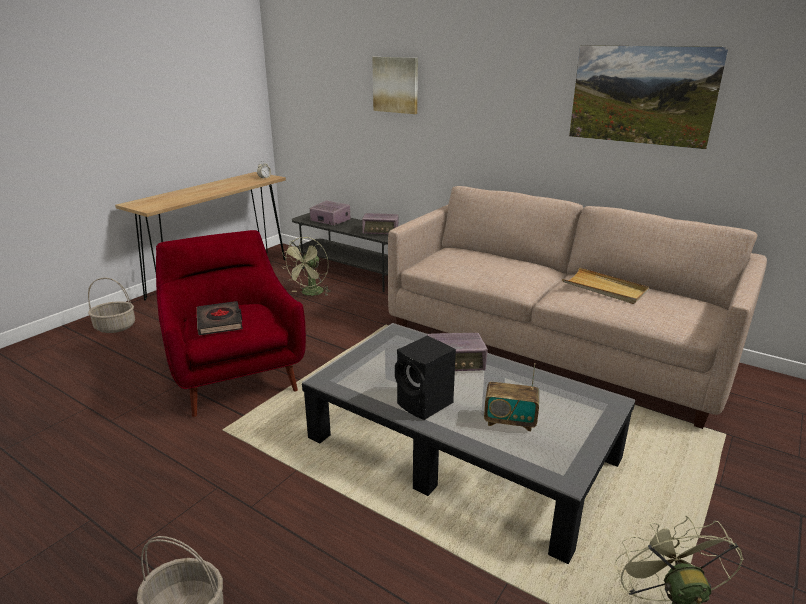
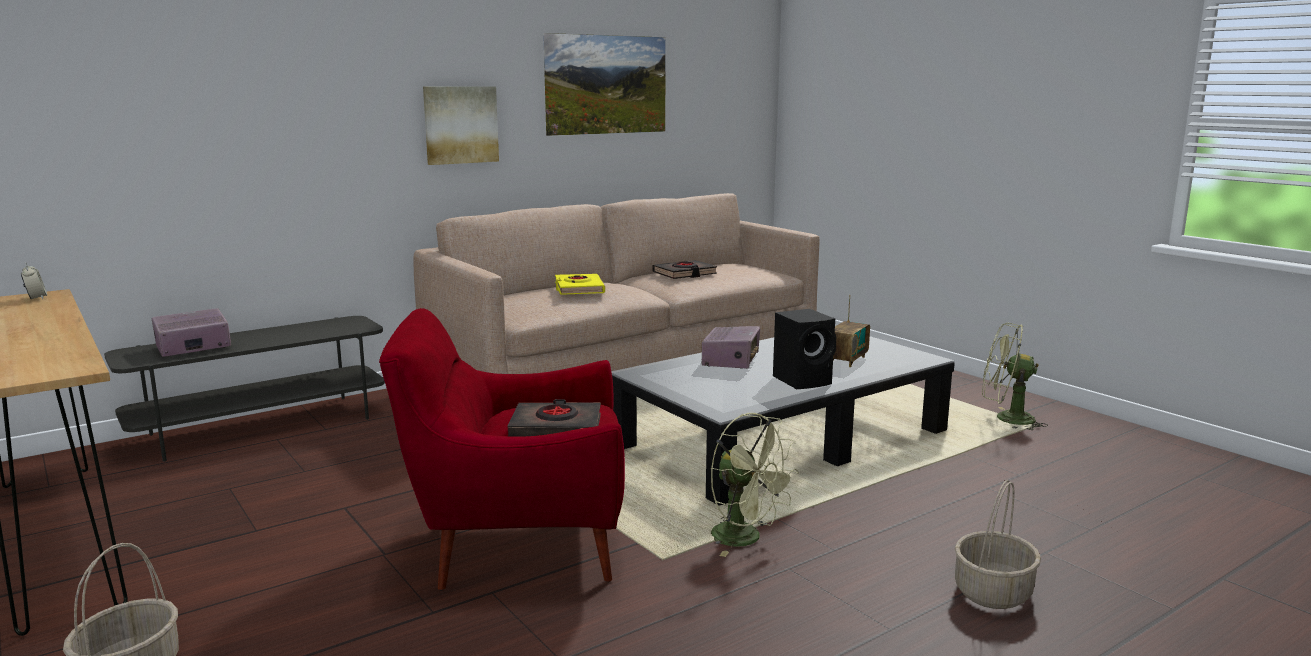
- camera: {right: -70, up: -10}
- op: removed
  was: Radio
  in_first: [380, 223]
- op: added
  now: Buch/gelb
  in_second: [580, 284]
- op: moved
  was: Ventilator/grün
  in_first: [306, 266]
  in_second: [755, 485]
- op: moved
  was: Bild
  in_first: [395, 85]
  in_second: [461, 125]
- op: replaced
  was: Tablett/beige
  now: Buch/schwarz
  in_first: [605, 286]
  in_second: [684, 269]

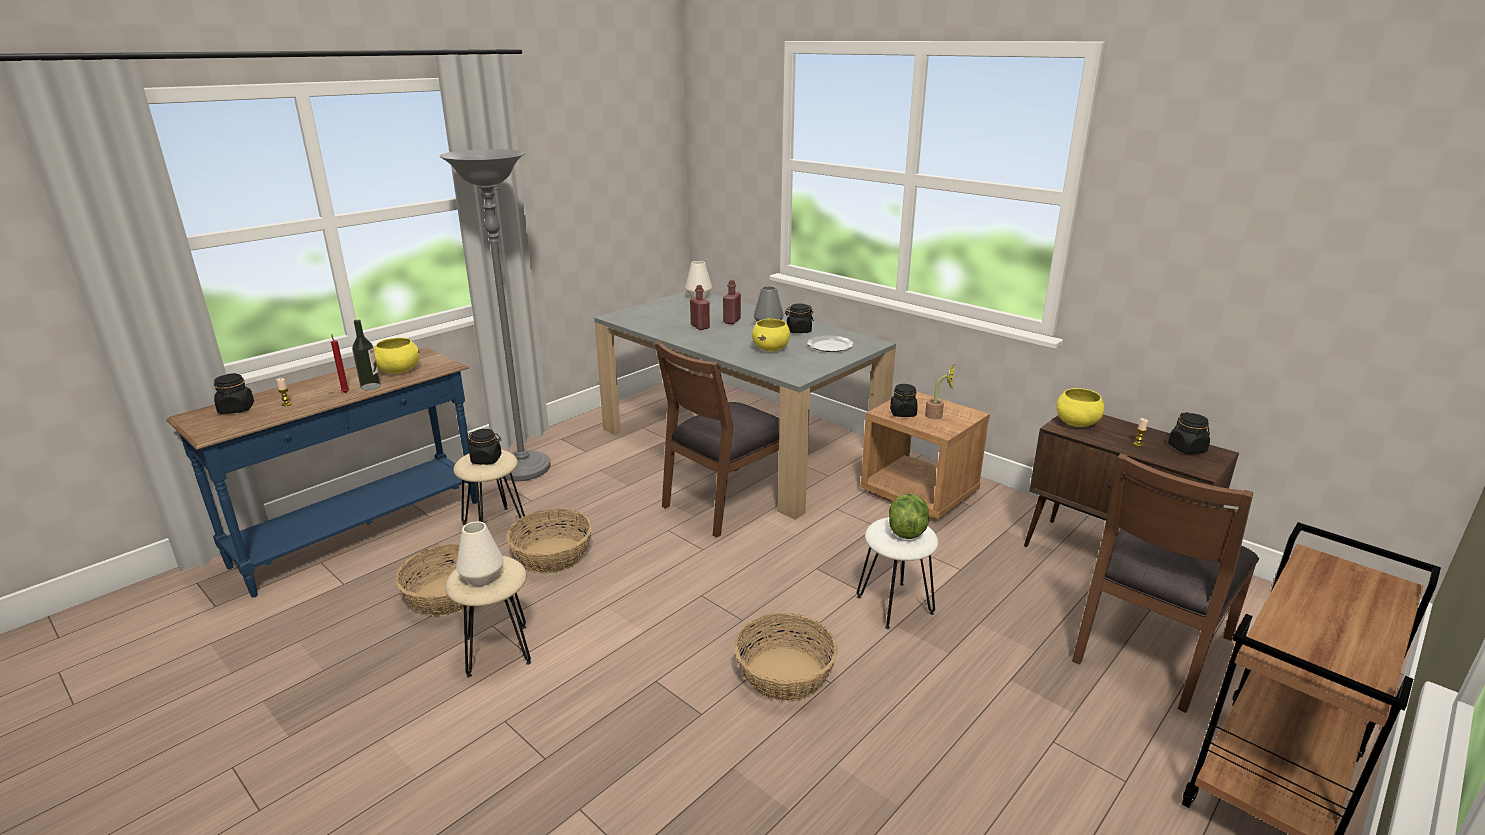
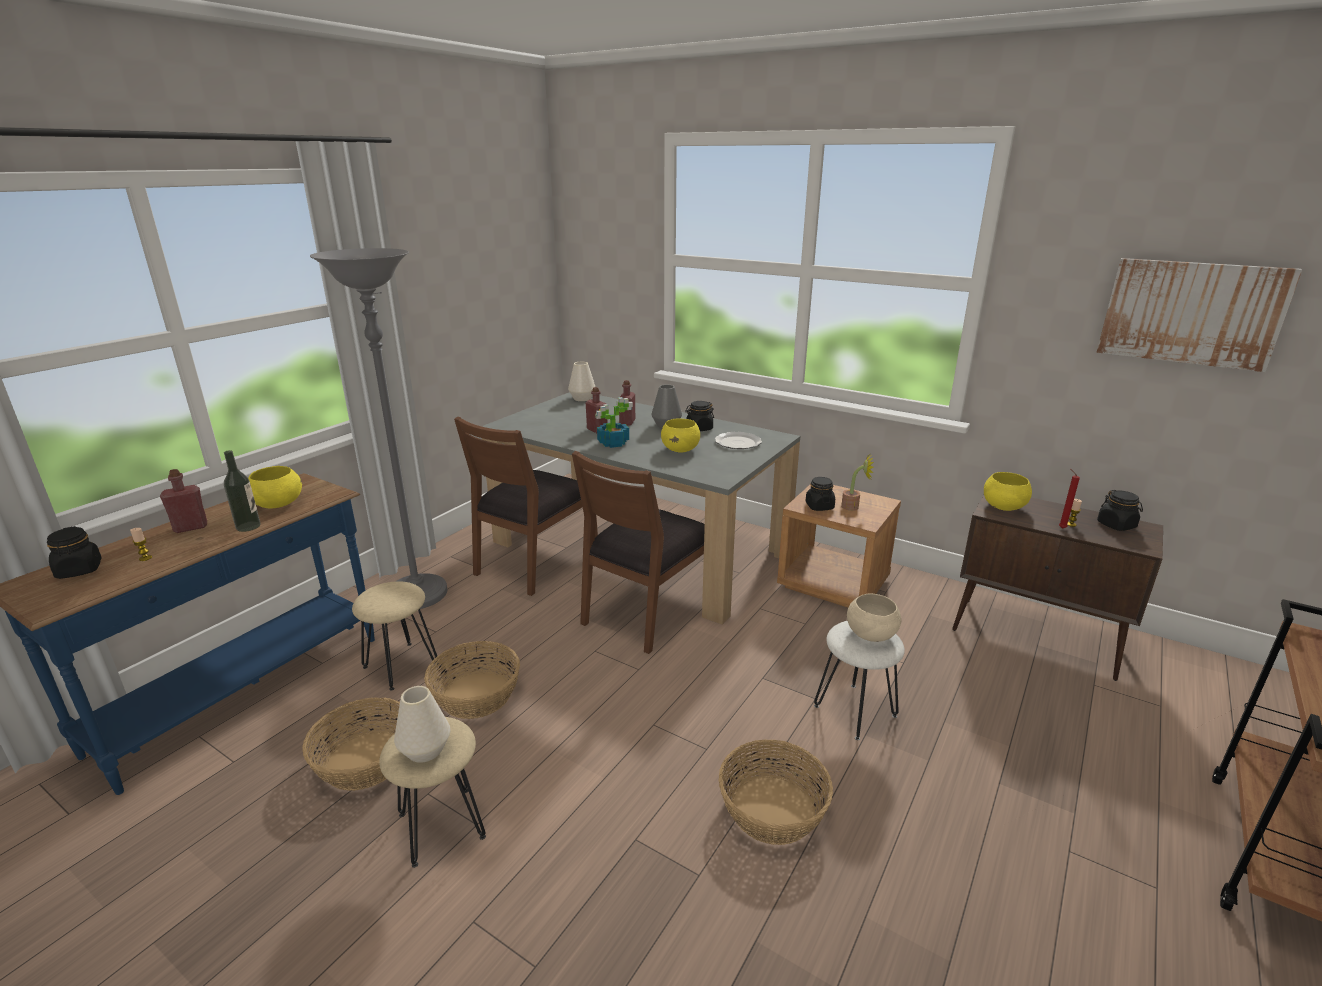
- camera: {right: -10, up: 0}
- op: removed
  was: Vorratsglas/schwarz
  in_first: [484, 446]
- op: added
  now: Flasche/rot
  in_second: [183, 501]
- op: added
  now: Topfpflanze
  in_second: [614, 422]
- op: added
  now: Bild
  in_second: [1199, 315]
- op: moved
  was: Kerze/rot
  in_first: [340, 363]
  in_second: [1069, 499]
- op: moved
  was: Stuhl/braun
  in_first: [1165, 583]
  in_second: [526, 506]
- op: replaced
  was: Salatkopf
  now: Schüssel/beige
  in_first: [909, 516]
  in_second: [874, 617]

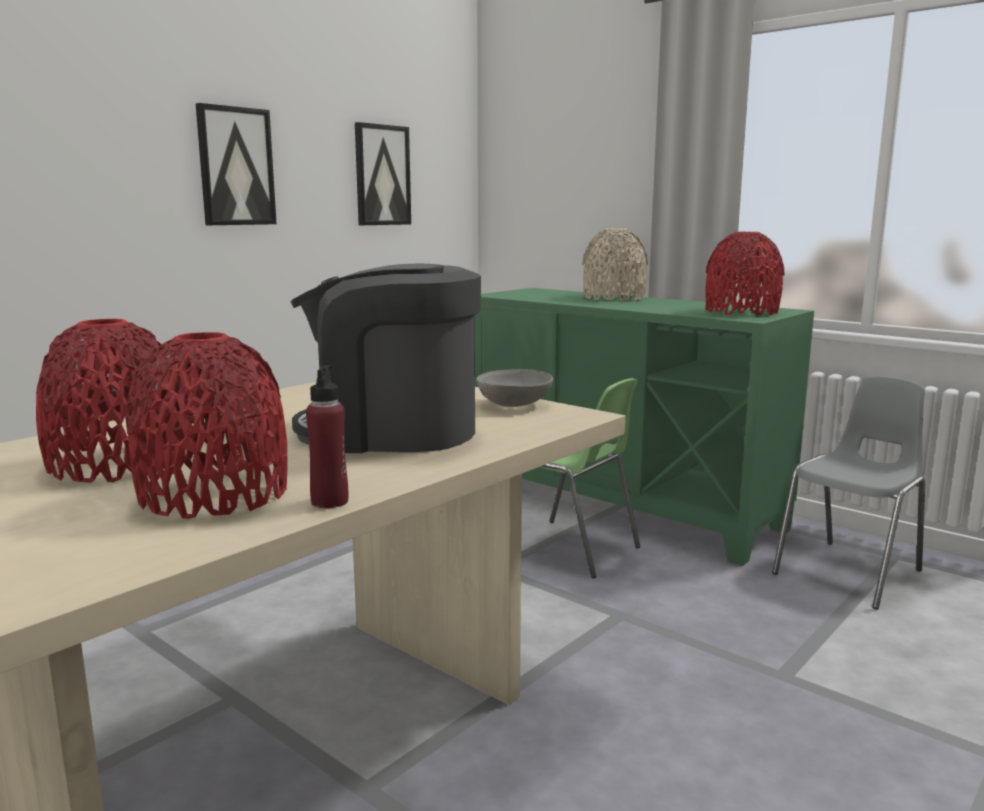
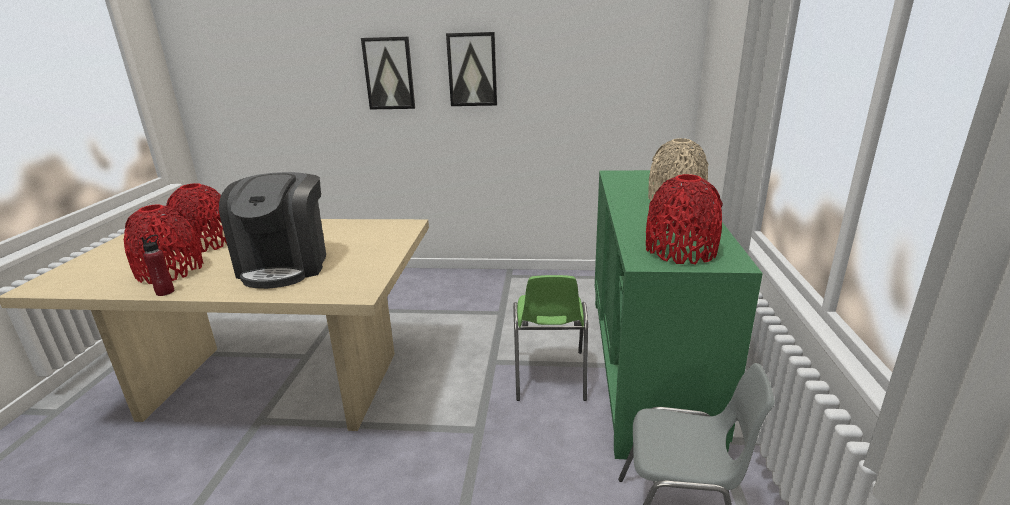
- camera: {right: 55, up: 10}
- op: removed
  was: Schüssel/grau
  in_first: [514, 388]
- op: moved
  was: Bild
  in_first: [383, 173]
  in_second: [388, 73]
- op: turned
  was: Kaffeemaschine
  in_first: [385, 358]
  in_second: [272, 230]
  clockwise: -150

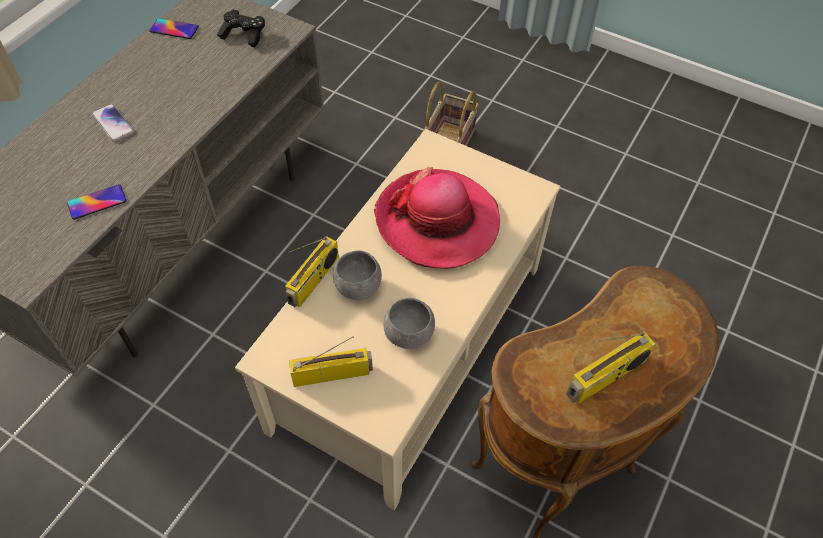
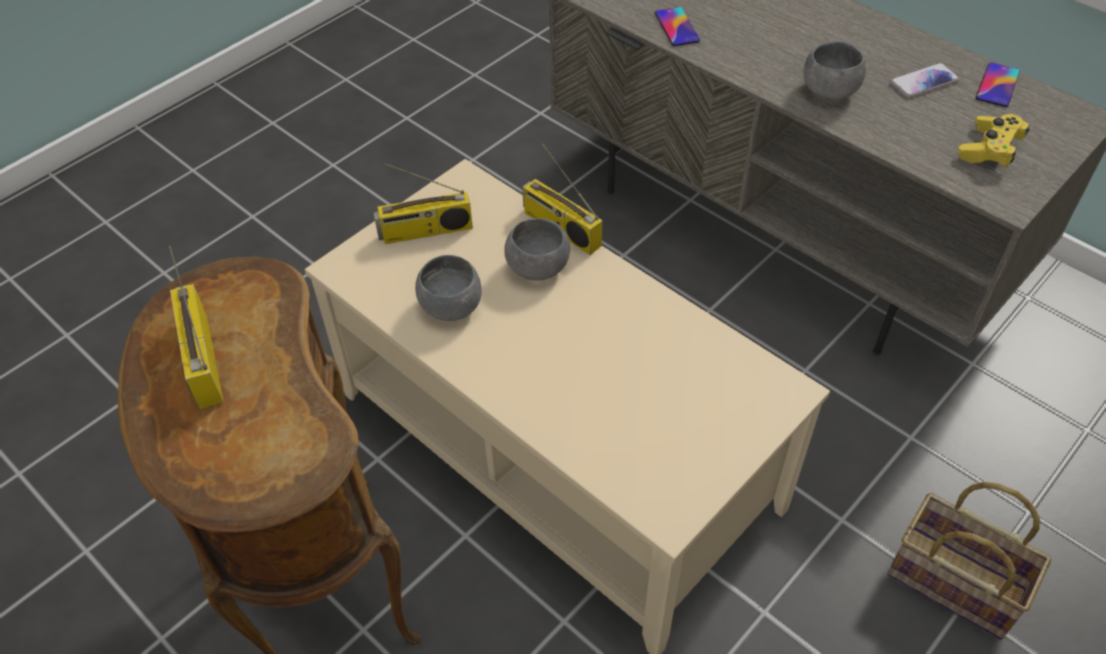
- camera: {right: 105, up: -5}
- op: removed
  was: Hut
  in_first: [437, 218]
- op: added
  now: Schüssel/grau
  in_second: [834, 70]
- op: moved
  was: Handy
  in_first: [113, 123]
  in_second: [925, 80]
- op: recoloured
  was: Gamepad/schwarz
  now: Gamepad/gelb
  in_first: [241, 29]
  in_second: [994, 140]
- op: turned
  was: Radio
  in_first: [331, 361]
  in_second: [423, 203]
  clockwise: 75

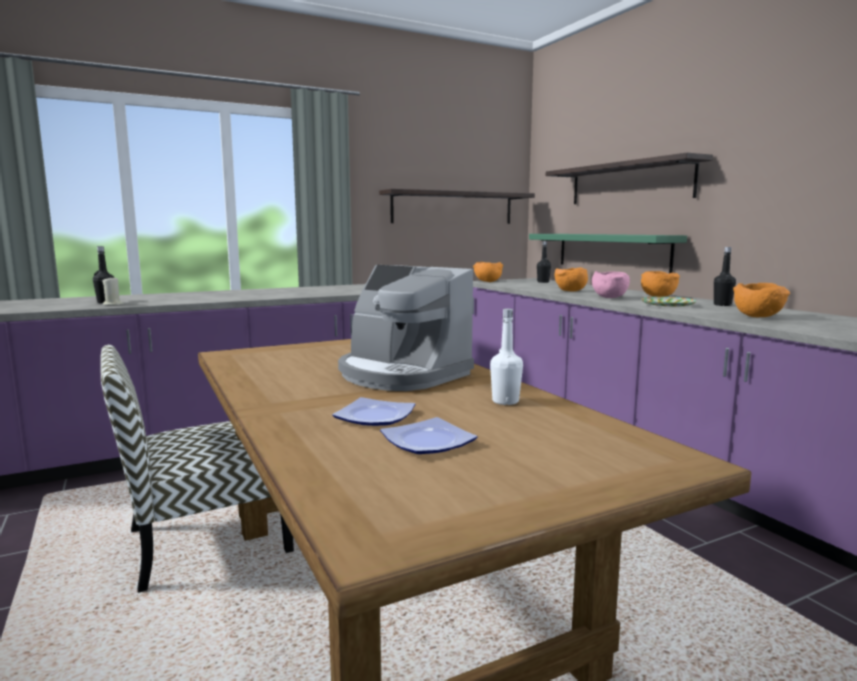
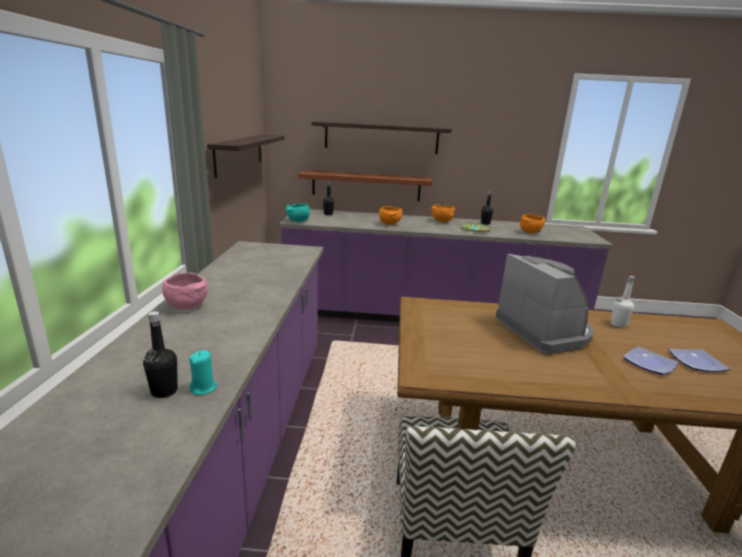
- camera: {right: -60, up: 10}
- op: moved
  was: Schüssel/rosa
  in_first: [611, 284]
  in_second: [185, 291]
- op: recoloured
  was: Kerze/beige
  now: Kerze/türkis
  in_first: [113, 290]
  in_second: [203, 372]
- op: recoloured
  was: Schüssel/orange
  now: Schüssel/türkis
  in_first: [488, 272]
  in_second: [298, 212]
- op: recoloured
  was: Wandregal/grün
  now: Wandregal/braun
  in_first: [608, 253]
  in_second: [365, 185]
- op: turned
  was: Kaffeemaschine
  in_first: [406, 328]
  in_second: [545, 304]
  clockwise: -90

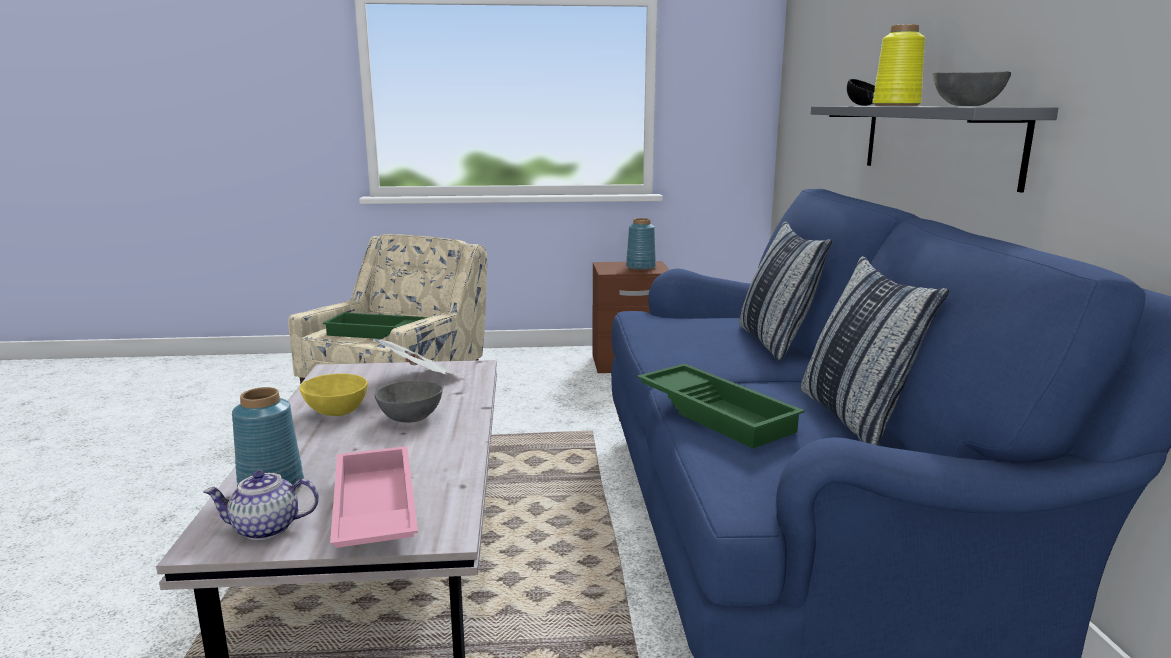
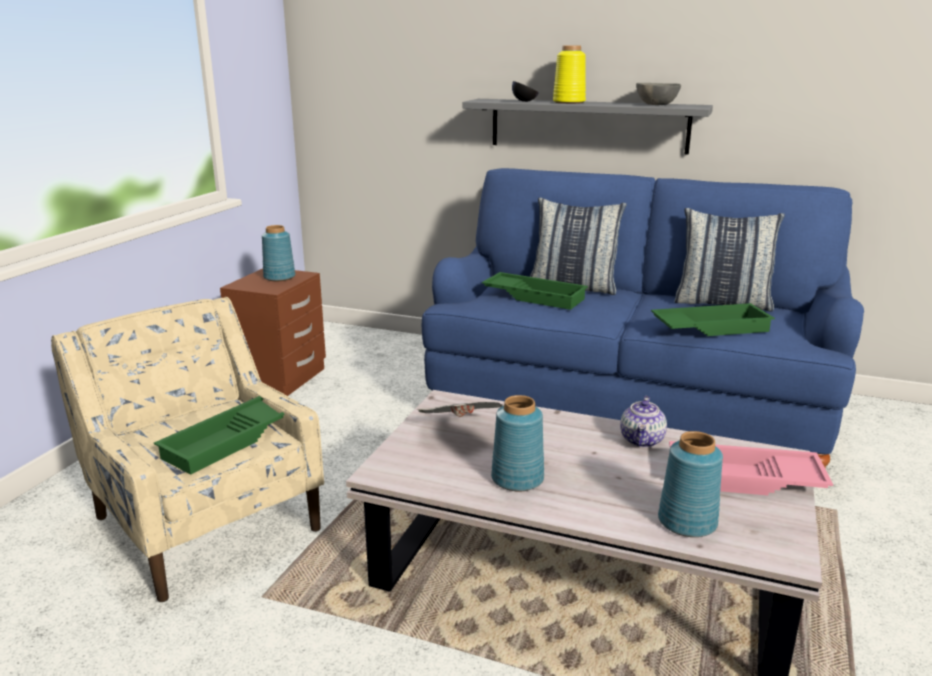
- camera: {right: -65, up: 5}
- op: removed
  was: Schüssel/grau
  in_first: [409, 402]
- op: added
  now: Tablett/grün
  in_second: [535, 291]
- op: moved
  was: Teekanne
  in_first: [261, 505]
  in_second: [643, 422]
- op: replaced
  was: Schüssel/gelb
  now: Vase/blau
  in_first: [333, 394]
  in_second: [517, 443]

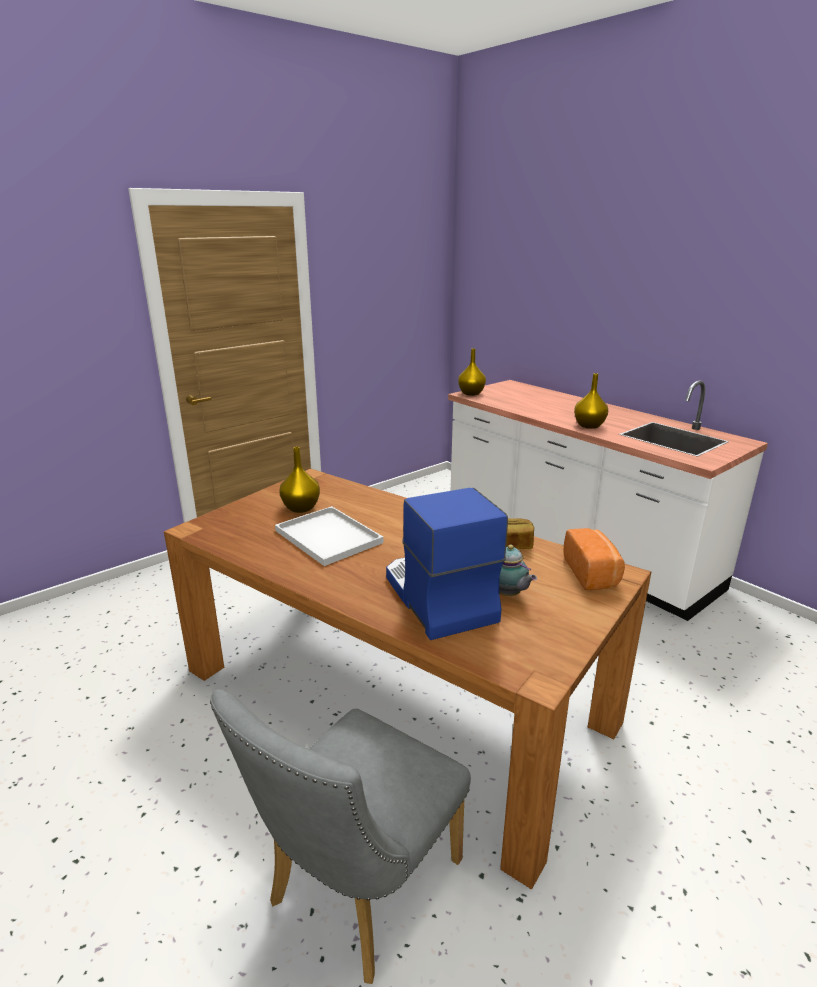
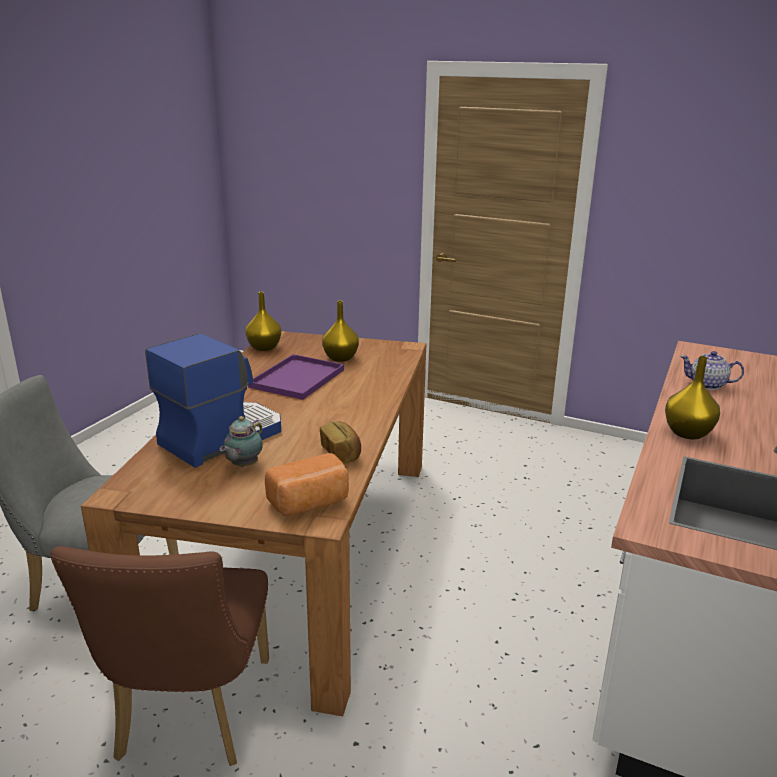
- camera: {right: 65, up: 0}
- op: added
  now: Stuhl/braun
  in_second: [160, 656]
- op: added
  now: Teekanne
  in_second: [712, 370]
- op: moved
  was: Vase/gelb
  in_first: [472, 372]
  in_second: [263, 321]
- op: recoloured
  was: Tablett/weiß
  now: Tablett/lila
  in_first: [329, 536]
  in_second: [296, 377]

